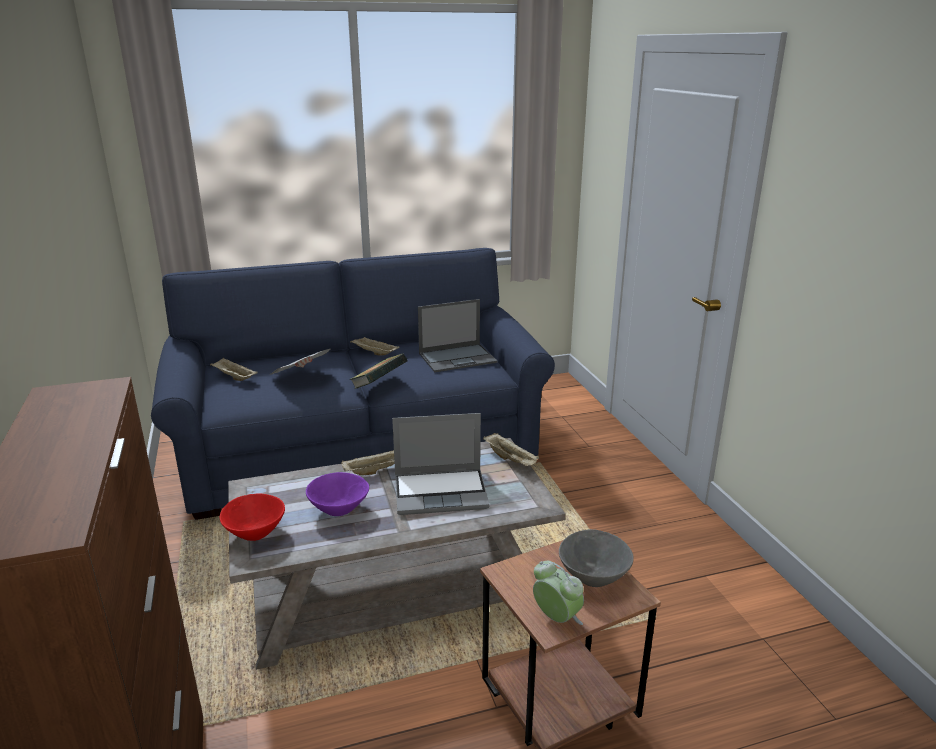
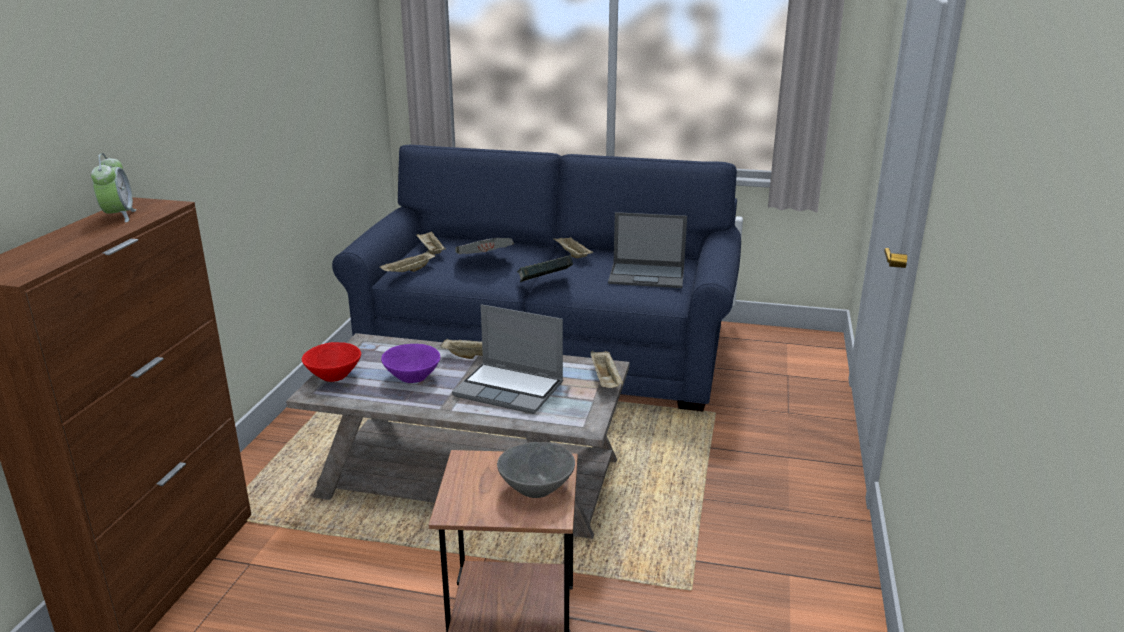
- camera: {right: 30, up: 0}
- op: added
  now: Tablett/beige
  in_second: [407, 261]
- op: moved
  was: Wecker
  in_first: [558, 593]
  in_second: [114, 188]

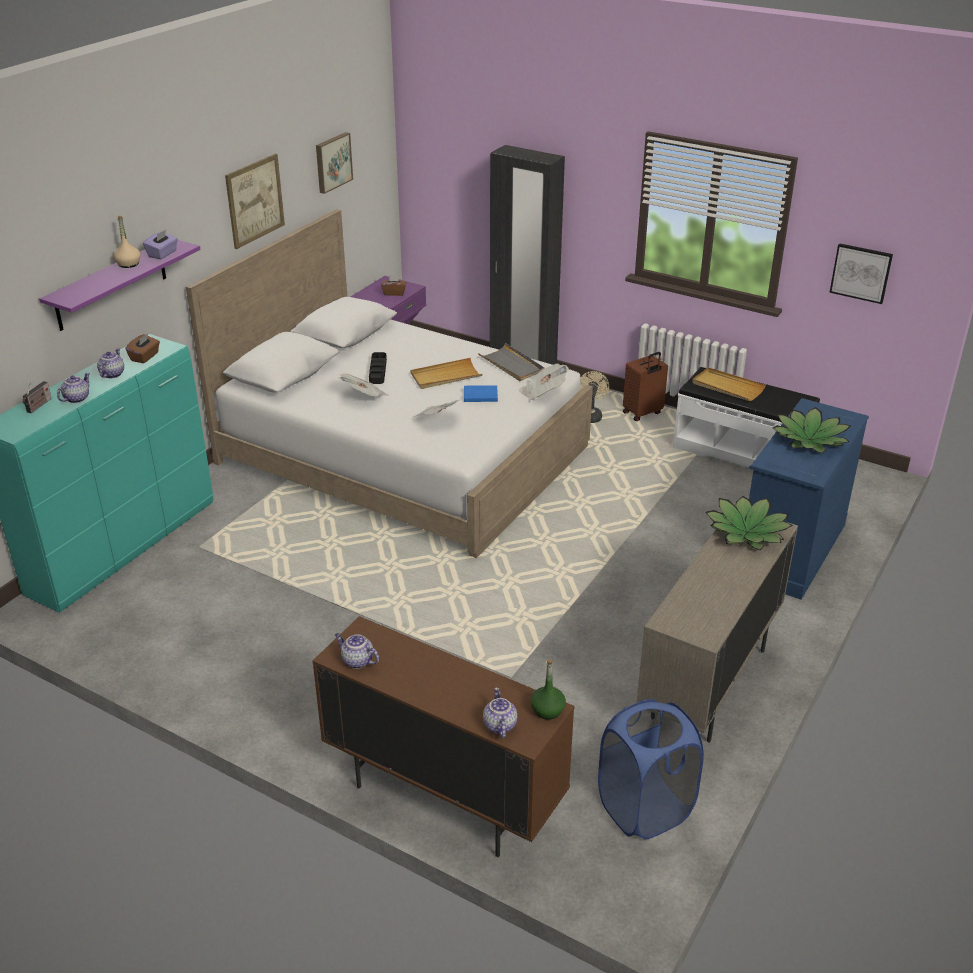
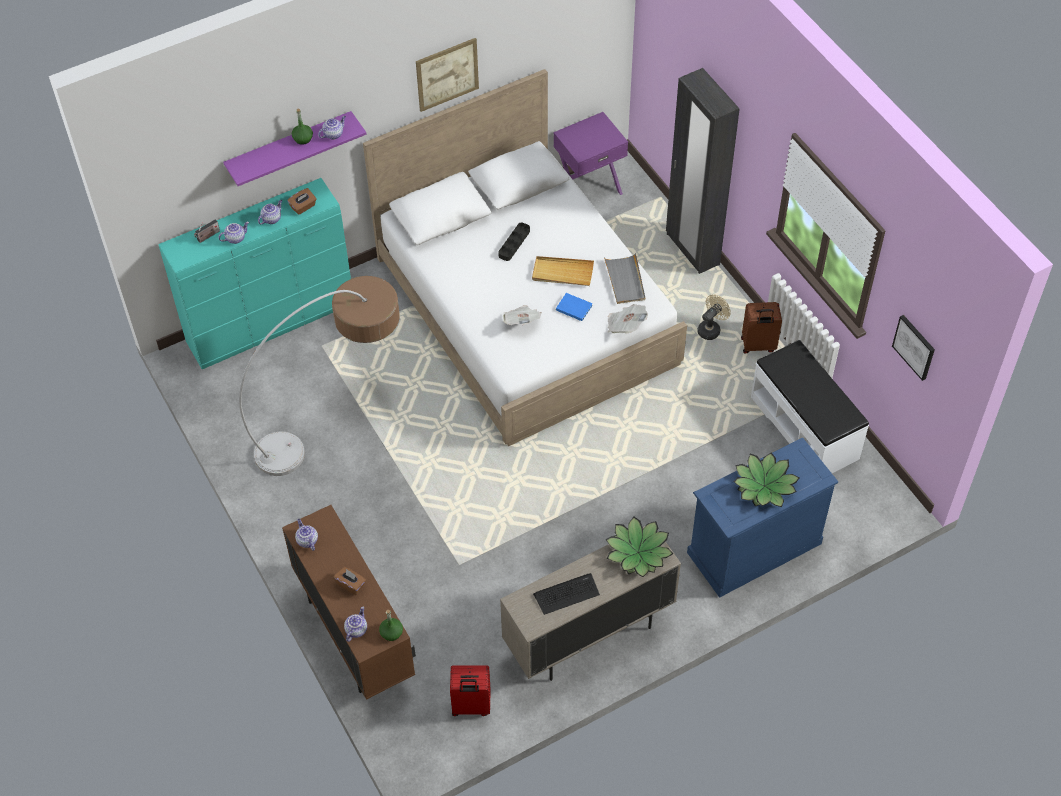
- camera: {right: 30, up: 20}
- op: removed
  was: Bild
  in_first: [334, 163]
- op: removed
  was: Zeitung
  in_first: [364, 385]
- op: removed
  was: Tablett/beige
  in_first: [729, 384]
- op: added
  now: Stehlampe
  in_second: [319, 376]
- op: added
  now: Tastatur
  in_second: [566, 594]
- op: moved
  was: Taschentuchbox/braun
  in_first: [394, 285]
  in_second: [350, 581]
- op: replaced
  was: Taschentuchbox/lila
  now: Teekanne
  in_first: [160, 244]
  in_second: [332, 128]
- op: replaced
  was: Wäschekorb/blau
  now: Koffer/rot
  in_first: [651, 769]
  in_second: [470, 690]
- op: recoloured
  was: Flasche/beige
  now: Flasche/grün
  in_first: [127, 242]
  in_second: [302, 127]

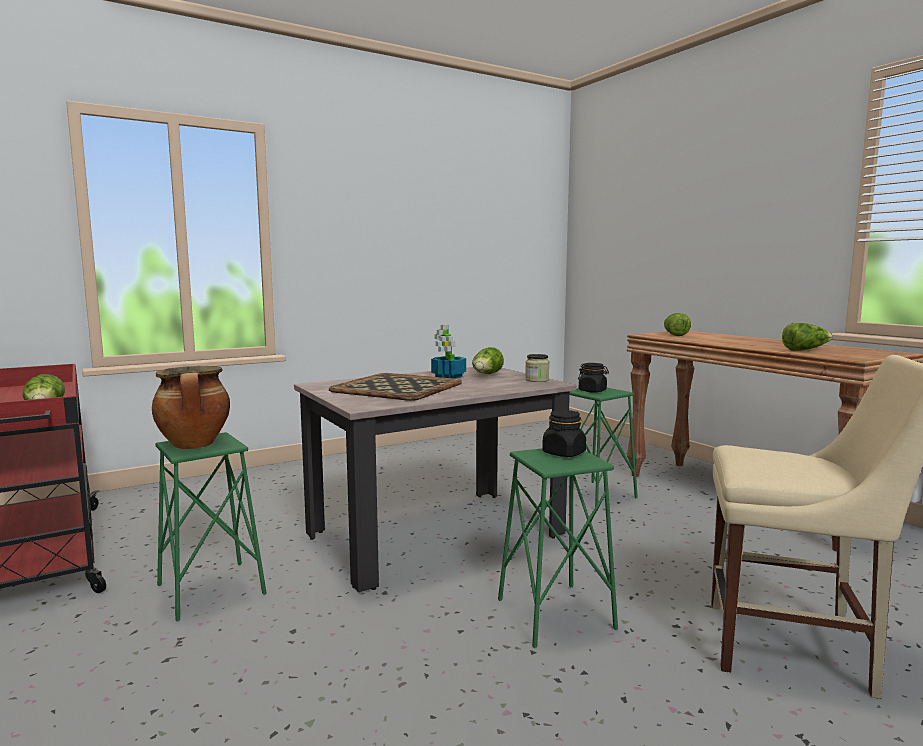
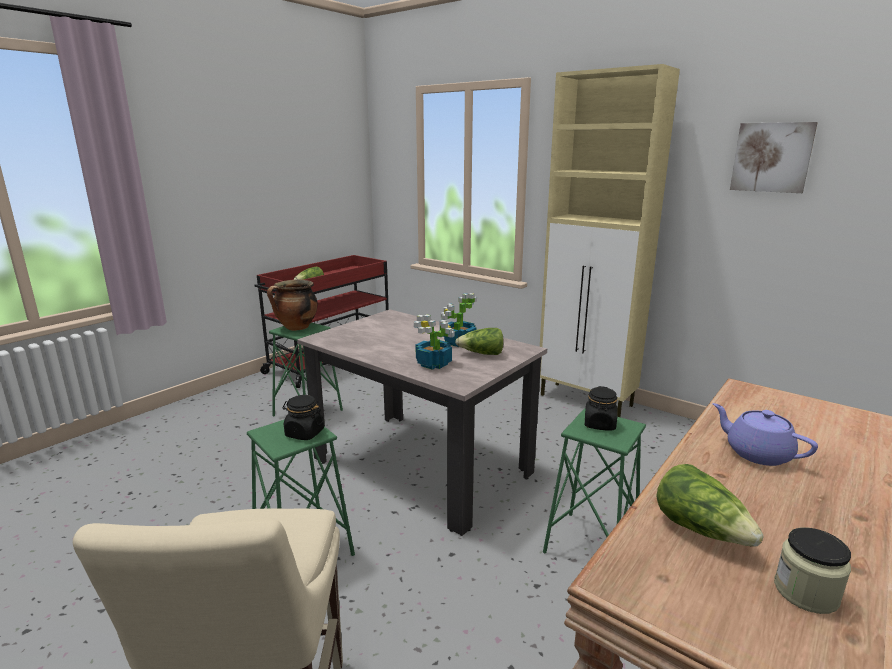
- camera: {right: 70, up: 10}
- op: removed
  was: Tablett
  in_first: [395, 387]
- op: removed
  was: Salatkopf
  in_first: [677, 324]
- op: added
  now: Topfpflanze
  in_second: [434, 342]
- op: added
  now: Schrank/beige
  in_second: [610, 240]
- op: added
  now: Teekanne/lila
  in_second: [765, 434]
- op: added
  now: Bild
  in_second: [774, 157]
- op: moved
  was: Vorratsglas
  in_first: [537, 368]
  in_second: [812, 570]

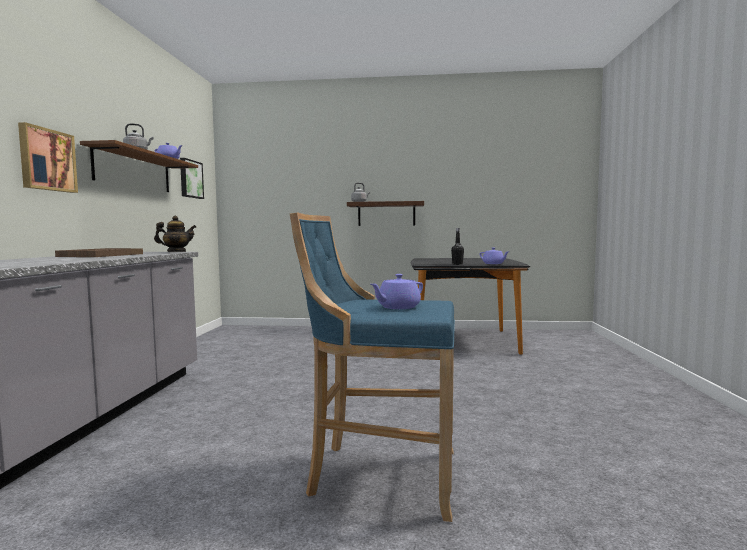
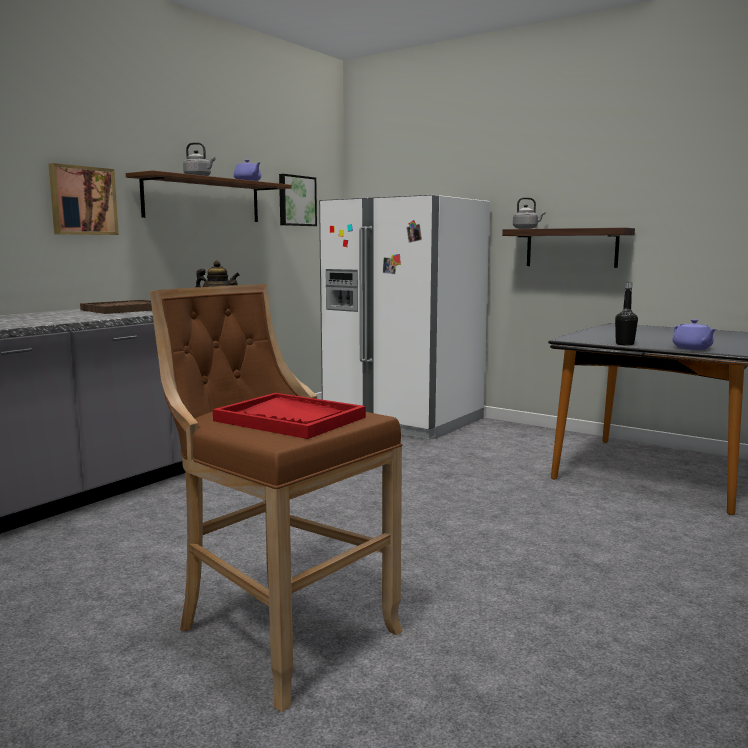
- camera: {right: 30, up: 5}
- op: added
  now: Kühlschrank/weiß
  in_second: [404, 317]
- op: replaced
  was: Teekanne/lila
  now: Tablett/rot
  in_first: [397, 291]
  in_second: [289, 416]
- op: recoloured
  was: Hocker/blau
  now: Hocker/braun
  in_first: [372, 367]
  in_second: [276, 498]

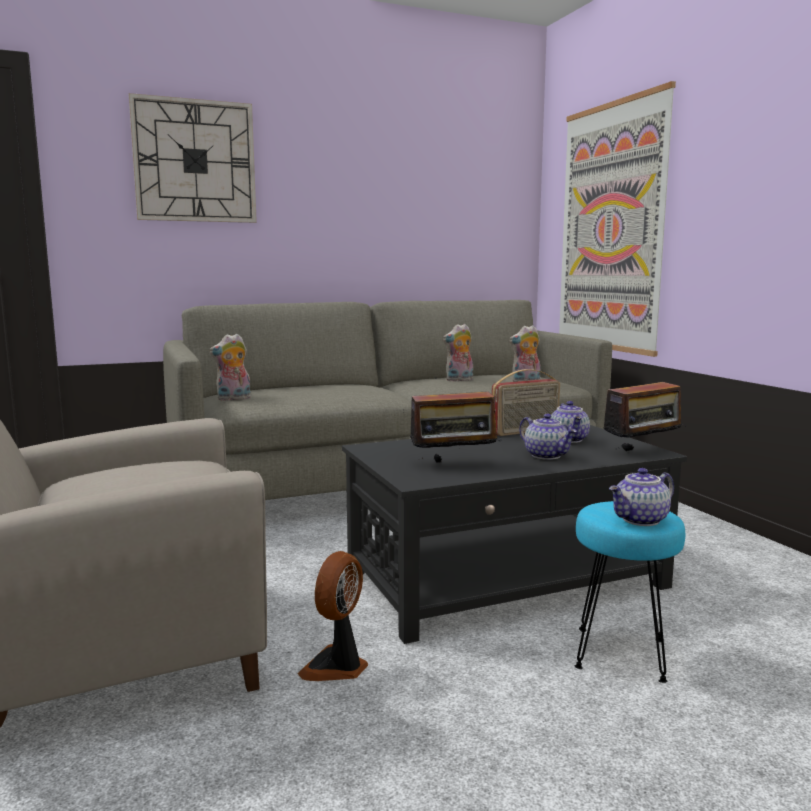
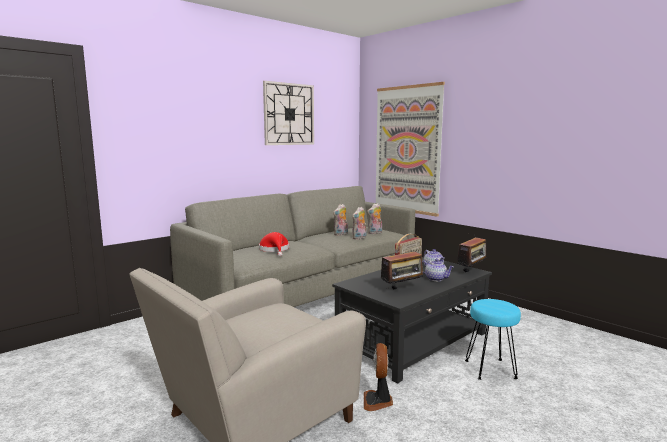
- camera: {right: -20, up: 0}
- op: removed
  was: Teekanne
  in_first: [641, 497]
- op: added
  now: Hut/rot
  in_second: [274, 244]
- op: moved
  was: Wanduhr
  in_first: [193, 158]
  in_second: [288, 113]
- op: moved
  was: Plüschtier
  in_first: [230, 367]
  in_second: [359, 222]

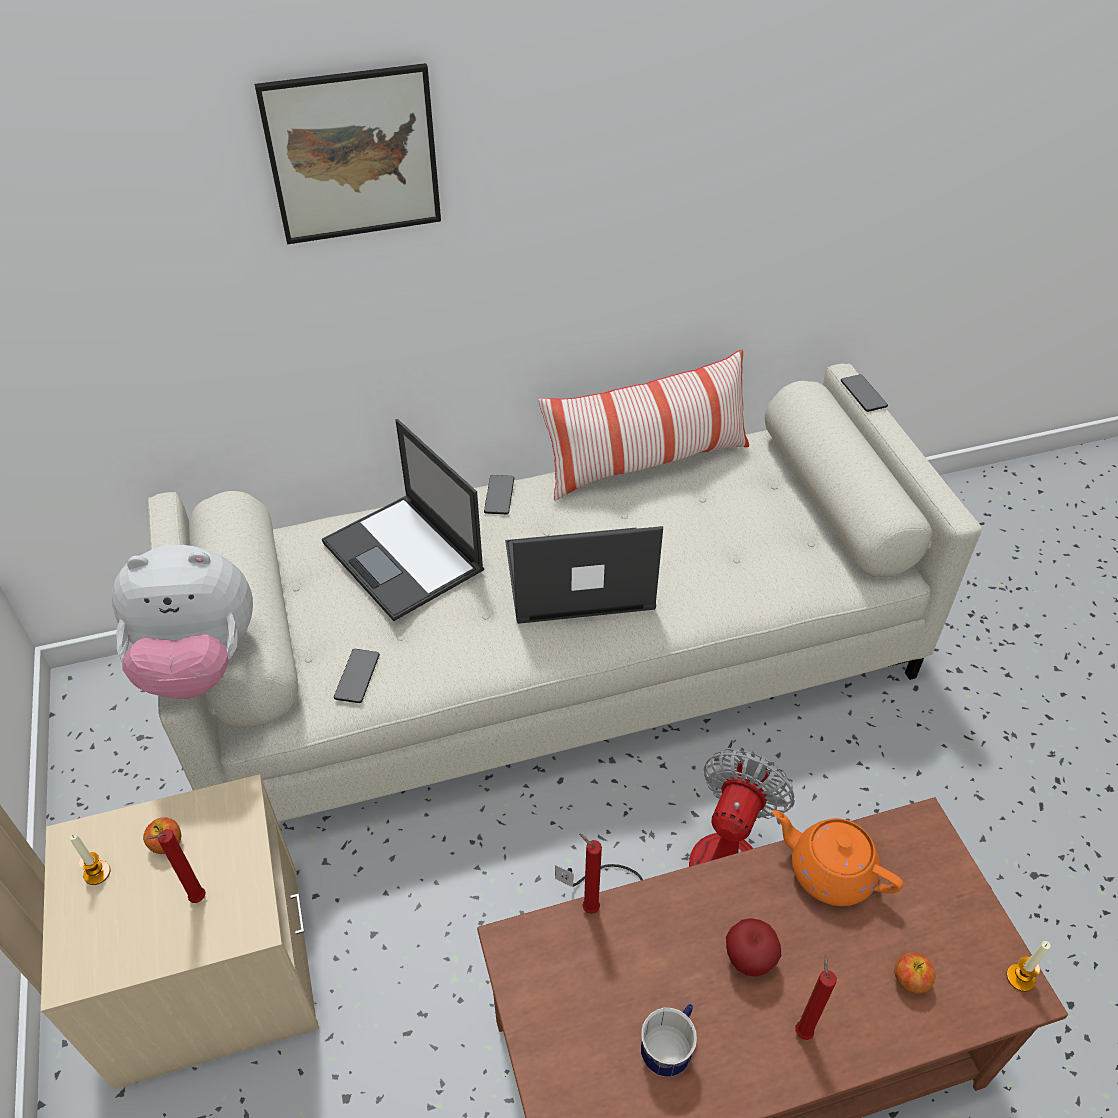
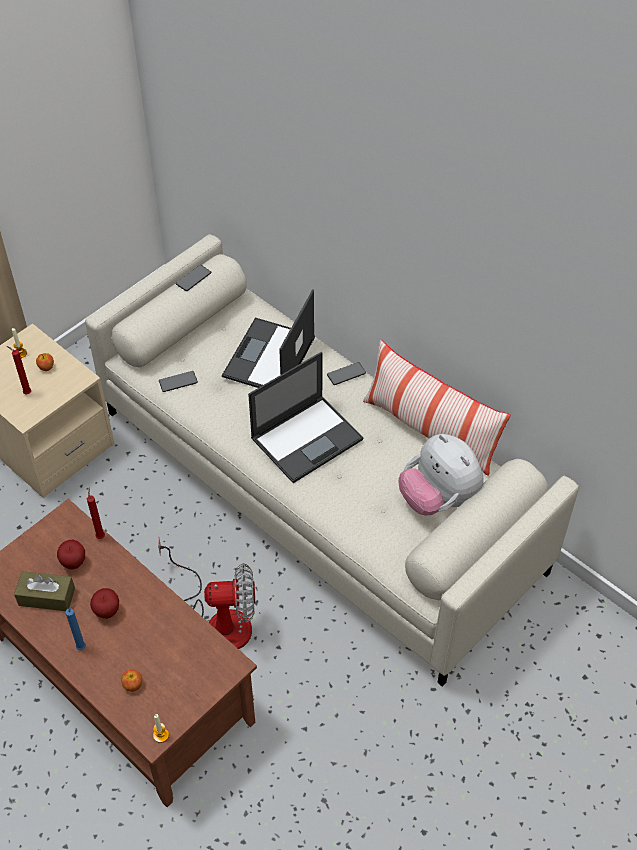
- camera: {right: 60, up: 5}
- op: removed
  was: Bild
  in_first: [348, 153]
- op: removed
  was: Teekanne/orange
  in_first: [837, 858]
- op: added
  now: Apfel
  in_second: [71, 555]
- op: moved
  was: Plüschtier
  in_first: [182, 622]
  in_second: [441, 475]
- op: moved
  was: Handy
  in_first: [864, 393]
  in_second: [193, 278]
- op: replaced
  was: Henkelbecher
  now: Taschentuchbox/braun
  in_first: [669, 1040]
  in_second: [44, 591]
- op: recoloured
  was: Kerze/rot
  now: Kerze/blau
  in_first: [816, 997]
  in_second: [75, 626]
- op: turned
  was: Laptop
  in_first: [584, 575]
  in_second: [305, 417]
  clockwise: 90

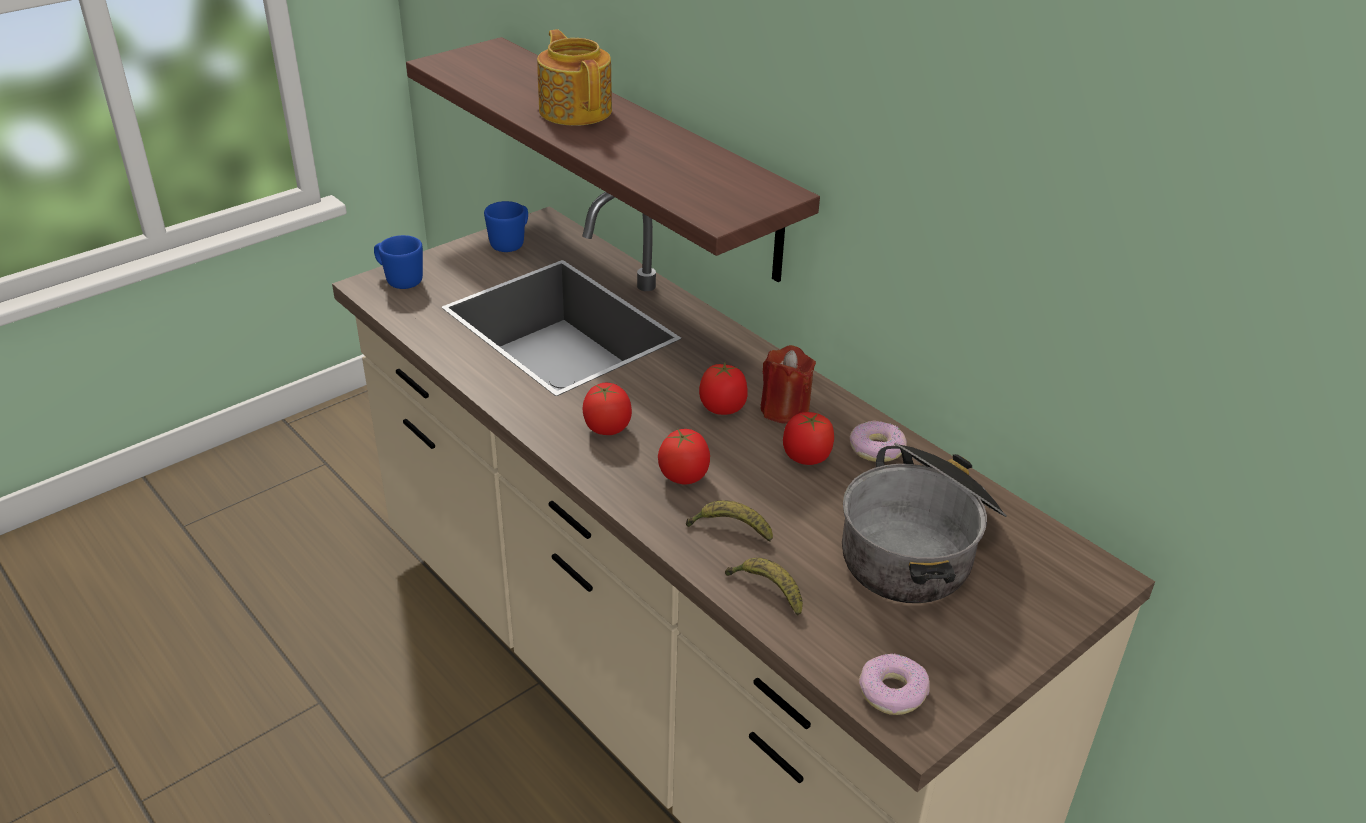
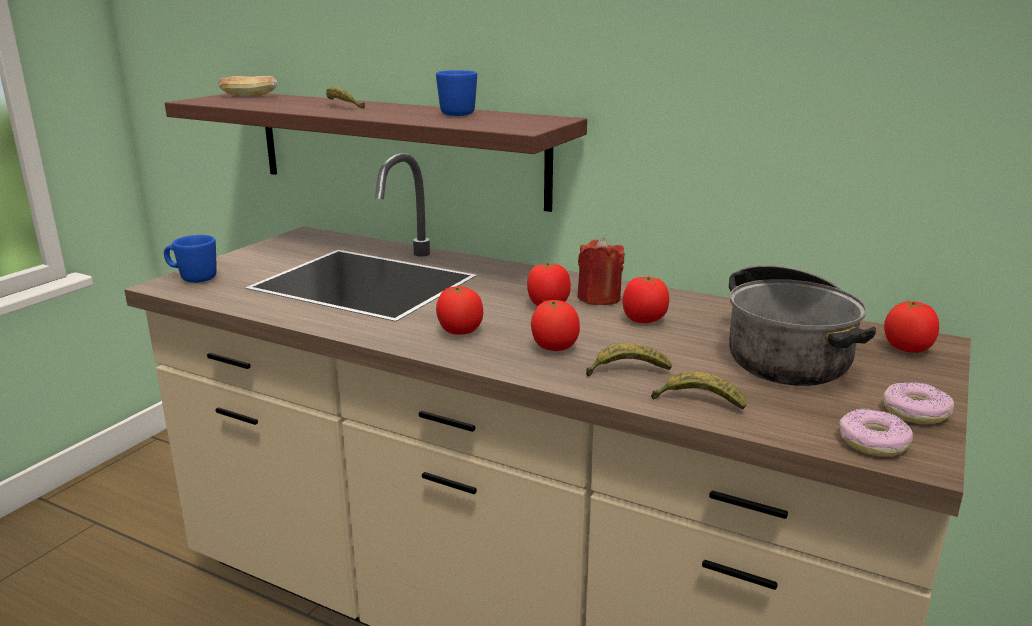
- camera: {right: -20, up: -15}
- op: added
  now: Brot
  in_second: [247, 86]
- op: added
  now: Tomate
  in_second: [911, 326]
- op: moved
  was: Henkelbecher/blau
  in_first: [506, 226]
  in_second: [456, 93]
- op: moved
  was: Donut
  in_first: [878, 441]
  in_second: [918, 403]
- op: replaced
  was: Teekanne
  now: Banane
  in_first: [574, 77]
  in_second: [345, 98]

